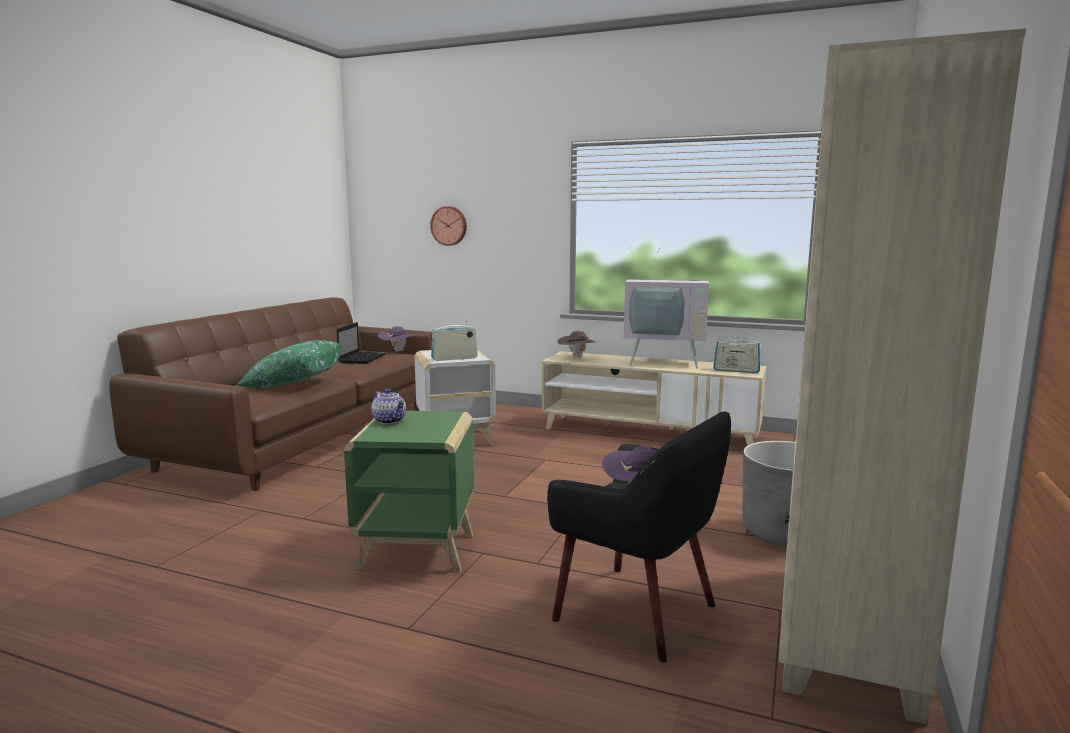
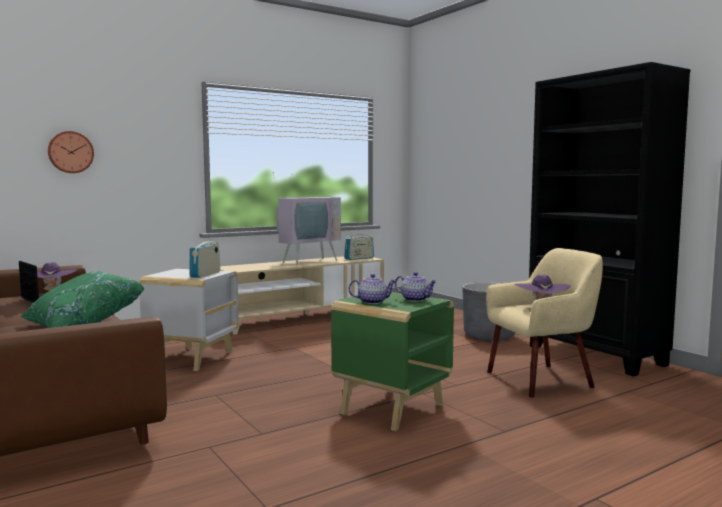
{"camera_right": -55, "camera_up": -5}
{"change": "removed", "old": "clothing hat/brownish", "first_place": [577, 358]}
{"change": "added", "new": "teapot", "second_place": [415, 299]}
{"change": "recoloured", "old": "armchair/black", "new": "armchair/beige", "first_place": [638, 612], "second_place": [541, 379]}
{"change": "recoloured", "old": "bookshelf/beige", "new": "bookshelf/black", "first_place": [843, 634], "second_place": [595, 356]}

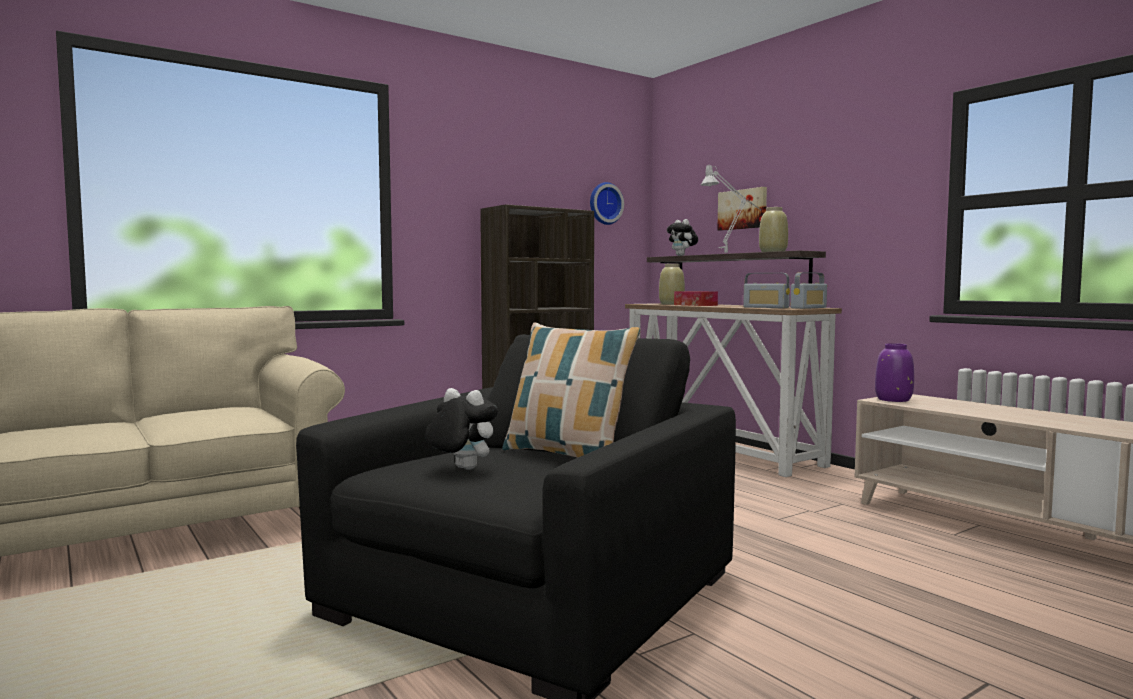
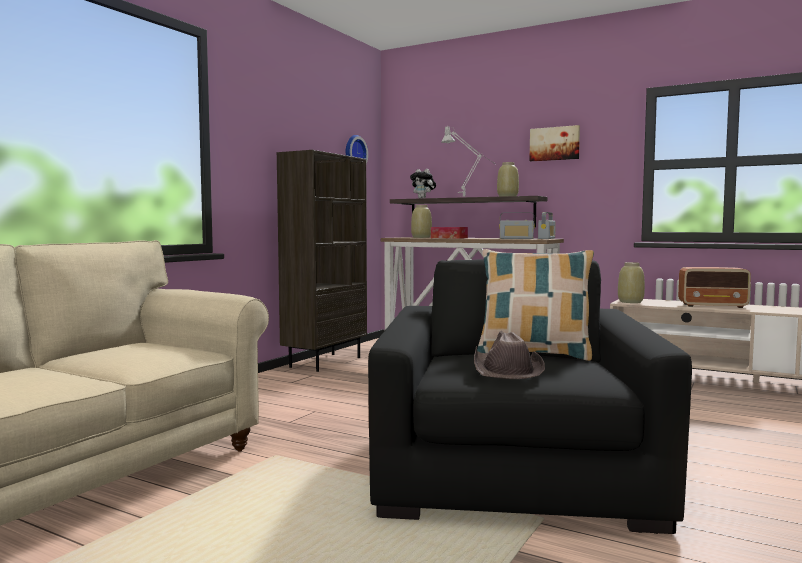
{"camera_right": -25, "camera_up": 0}
{"change": "added", "new": "radio", "second_place": [713, 306]}
{"change": "moved", "old": "wall art", "first_place": [743, 209], "second_place": [554, 144]}
{"change": "replaced", "old": "cuddly toy", "new": "clothing hat/brownish", "first_place": [461, 469], "second_place": [506, 369]}
{"change": "recoloured", "old": "vase/purple", "new": "vase/beige", "first_place": [893, 399], "second_place": [630, 302]}

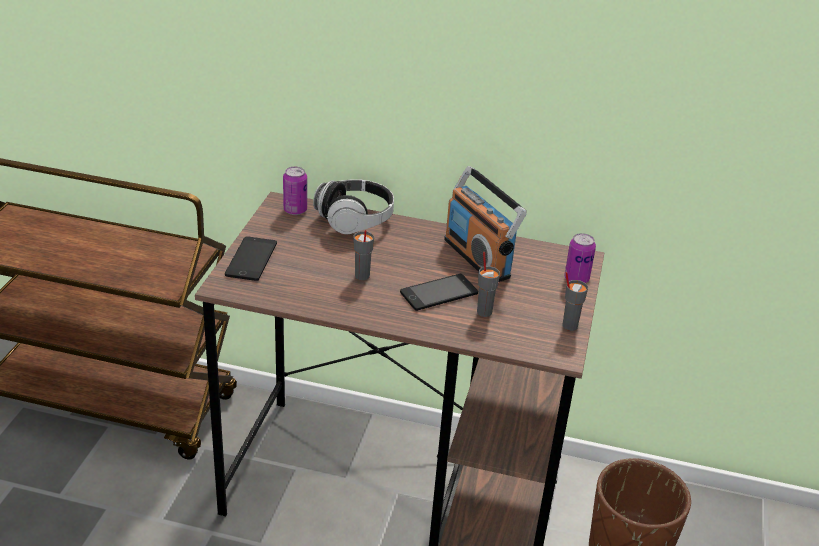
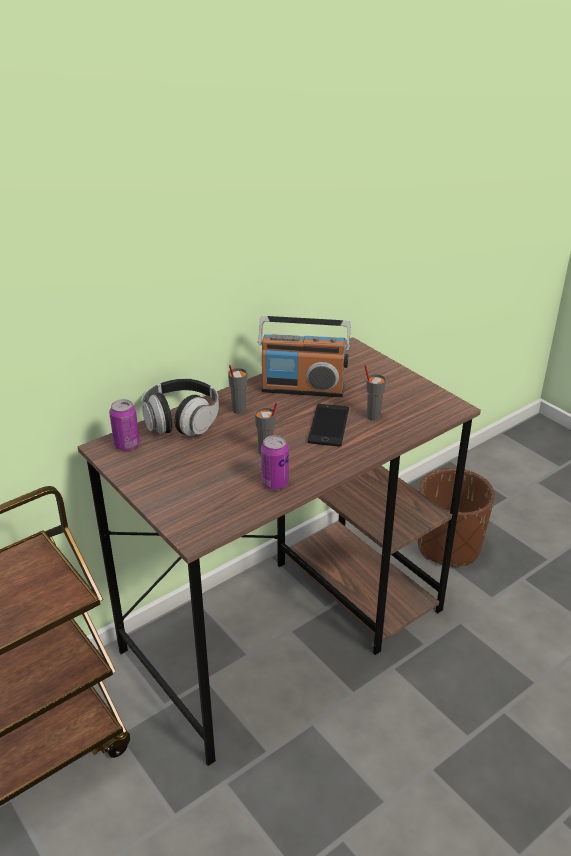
{"camera_right": -50, "camera_up": 0}
{"change": "removed", "old": "telephone", "first_place": [251, 259]}
{"change": "moved", "old": "cup/greyish", "first_place": [569, 325], "second_place": [238, 410]}
{"change": "moved", "old": "sealed can", "first_place": [576, 279], "second_place": [275, 483]}

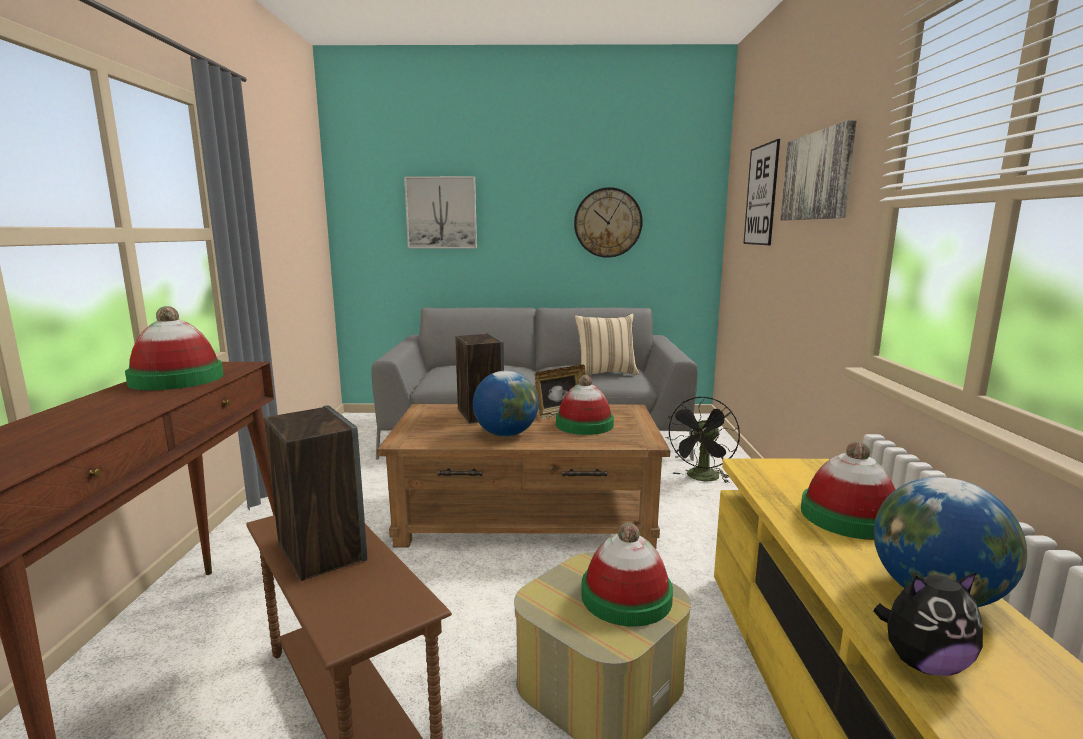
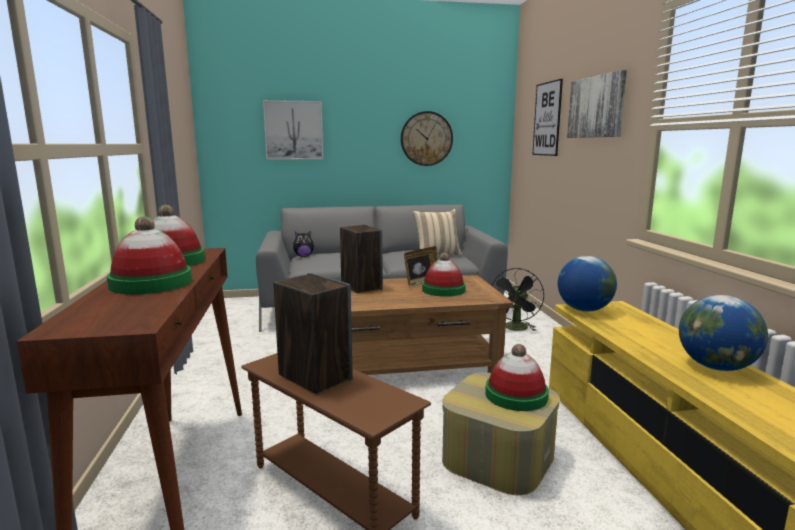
{"camera_right": -10, "camera_up": 0}
{"change": "moved", "old": "world globe", "first_place": [506, 434], "second_place": [584, 310]}
{"change": "moved", "old": "clothing hat", "first_place": [849, 516], "second_place": [151, 283]}
{"change": "moved", "old": "cuddly toy", "first_place": [923, 663], "second_place": [303, 256]}

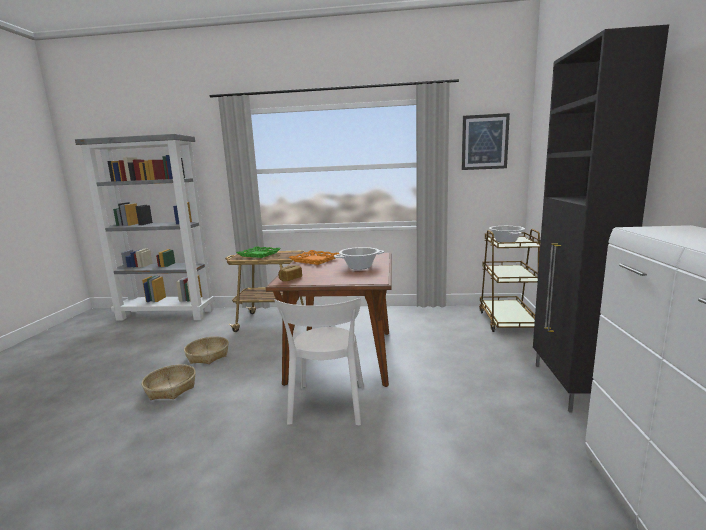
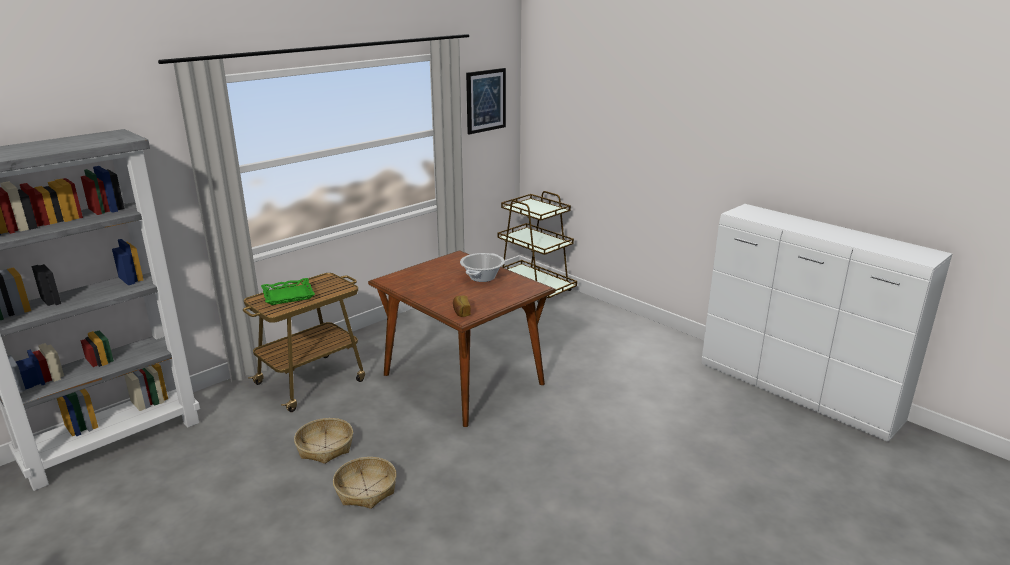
{"camera_right": -50, "camera_up": 10}
{"change": "removed", "old": "chair/white-coloured", "first_place": [327, 406]}
{"change": "removed", "old": "serving tray/orangey", "first_place": [314, 260]}
{"change": "removed", "old": "cooking pot", "first_place": [506, 241]}
{"change": "removed", "old": "storage cabinet/black", "first_place": [569, 387]}

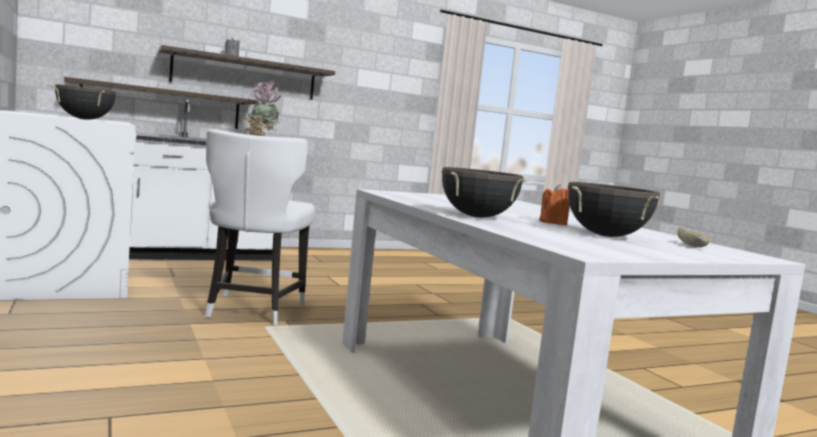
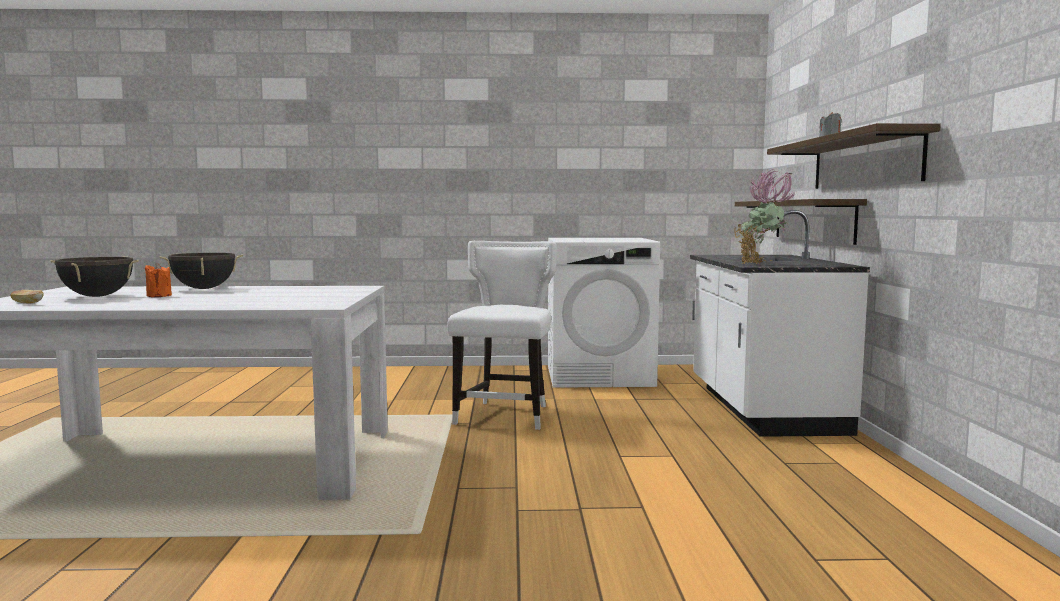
{"camera_right": 115, "camera_up": 0}
{"change": "removed", "old": "cooking pot/black", "first_place": [85, 119]}
{"change": "turned", "old": "chair/white-coloured", "first_place": [252, 310], "second_place": [506, 415], "degrees": 75}

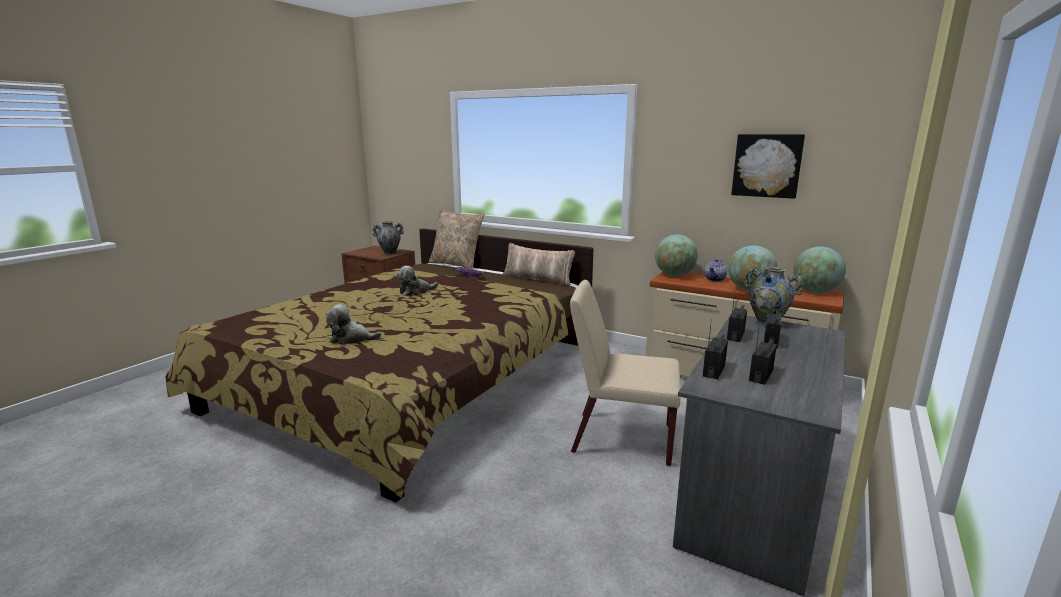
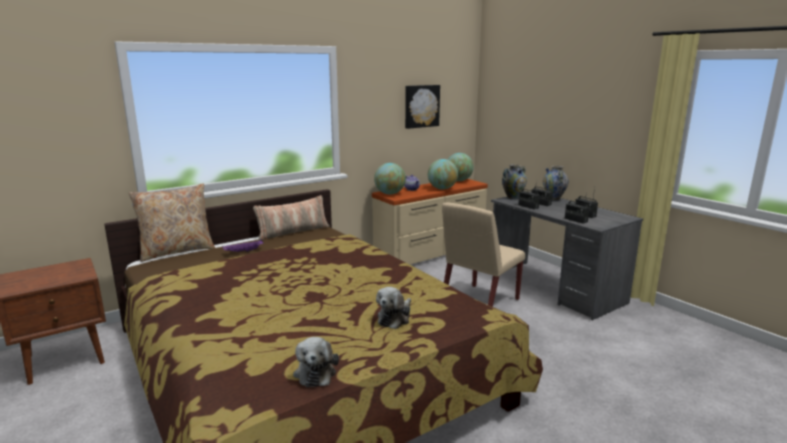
{"camera_right": -65, "camera_up": 0}
{"change": "moved", "old": "vase", "first_place": [389, 253], "second_place": [553, 199]}
{"change": "moved", "old": "cuddly toy", "first_place": [415, 291], "second_place": [315, 372]}

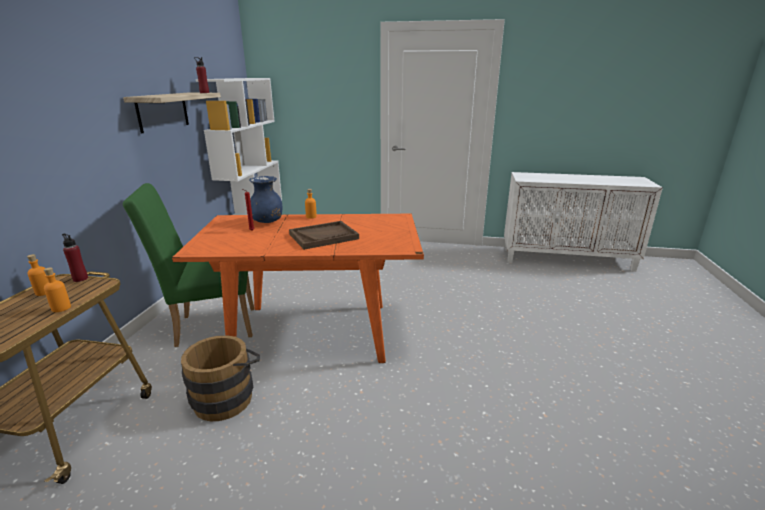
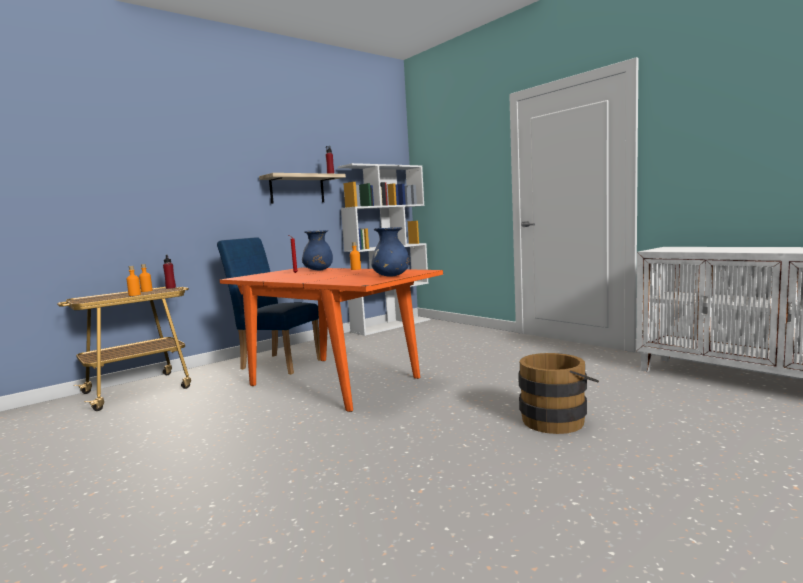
{"camera_right": 40, "camera_up": -15}
{"change": "removed", "old": "serving tray/brownish", "first_place": [324, 236]}
{"change": "added", "new": "vase/blue-coloured", "second_place": [391, 276]}
{"change": "moved", "old": "water bucket/brownish", "first_place": [227, 396], "second_place": [557, 419]}
{"change": "recoloured", "old": "chair/green", "new": "chair/blue-coloured", "first_place": [209, 326], "second_place": [277, 363]}

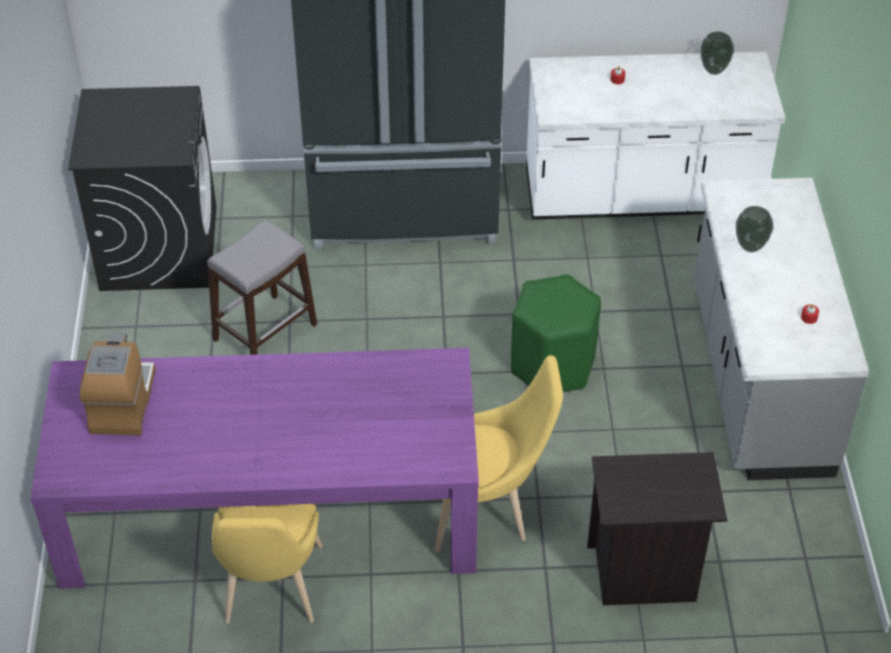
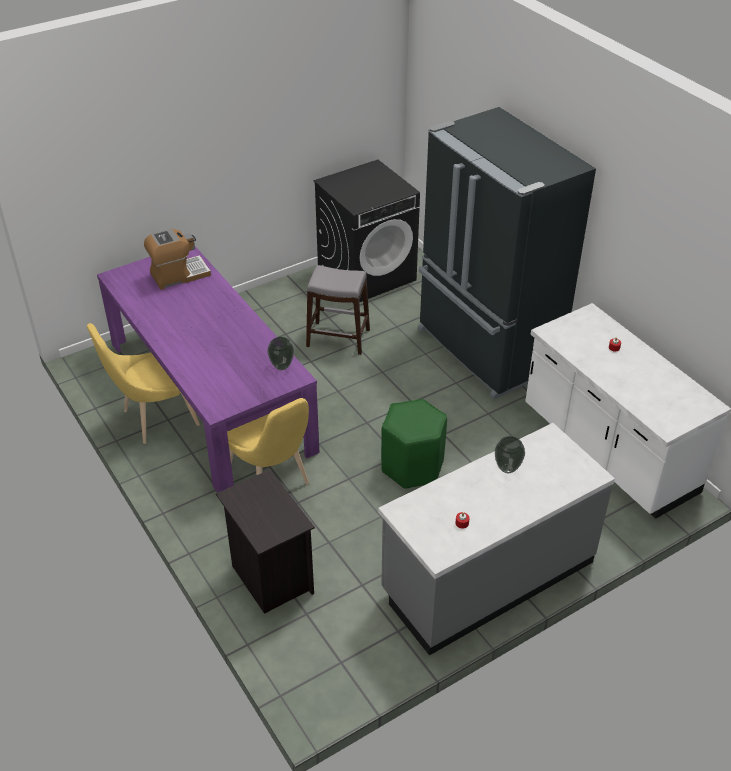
{"camera_right": 60, "camera_up": -5}
{"change": "moved", "old": "vase", "first_place": [714, 70], "second_place": [282, 367]}

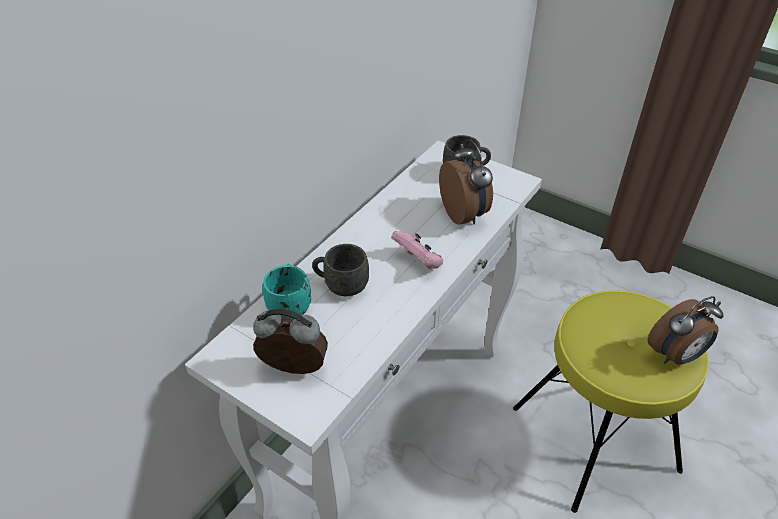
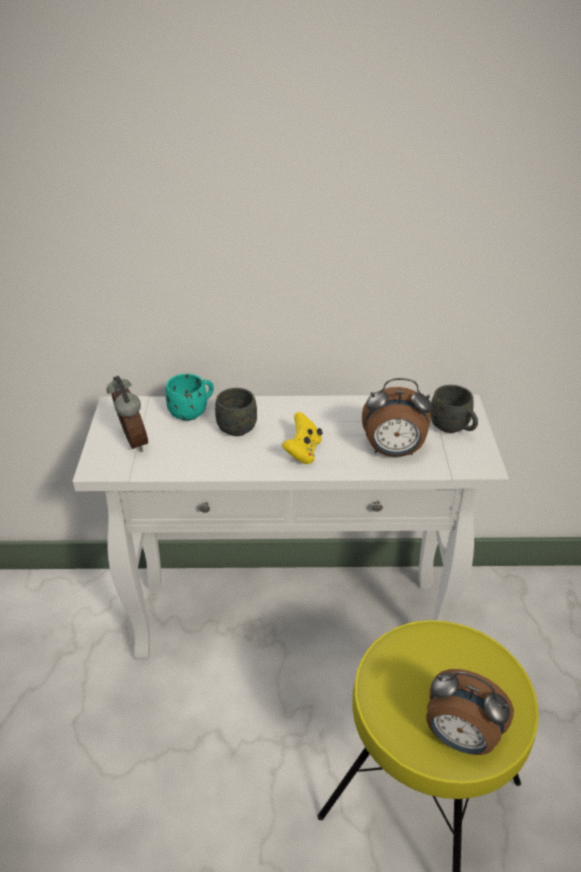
{"camera_right": 55, "camera_up": -5}
{"change": "recoloured", "old": "game controller/pink-coloured", "new": "game controller/yellow-coloured", "first_place": [418, 262], "second_place": [303, 451]}
{"change": "turned", "old": "table clock", "first_place": [465, 214], "second_place": [393, 452], "degrees": 60}

